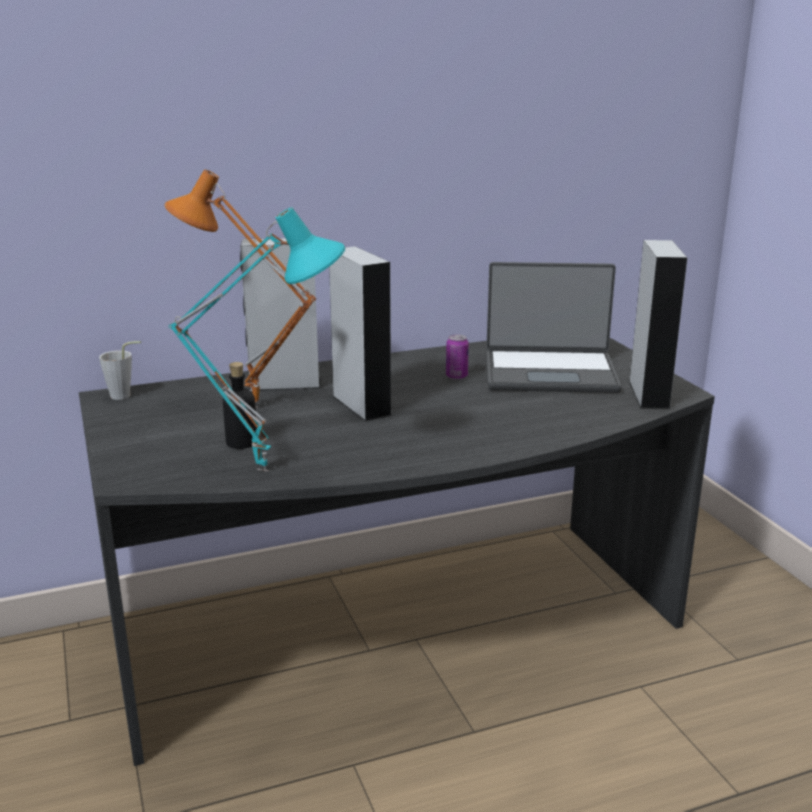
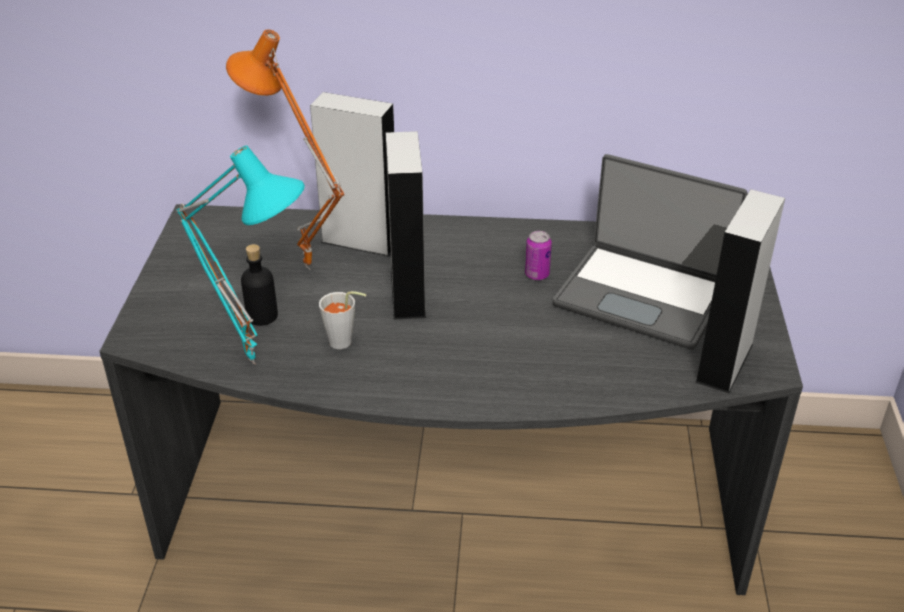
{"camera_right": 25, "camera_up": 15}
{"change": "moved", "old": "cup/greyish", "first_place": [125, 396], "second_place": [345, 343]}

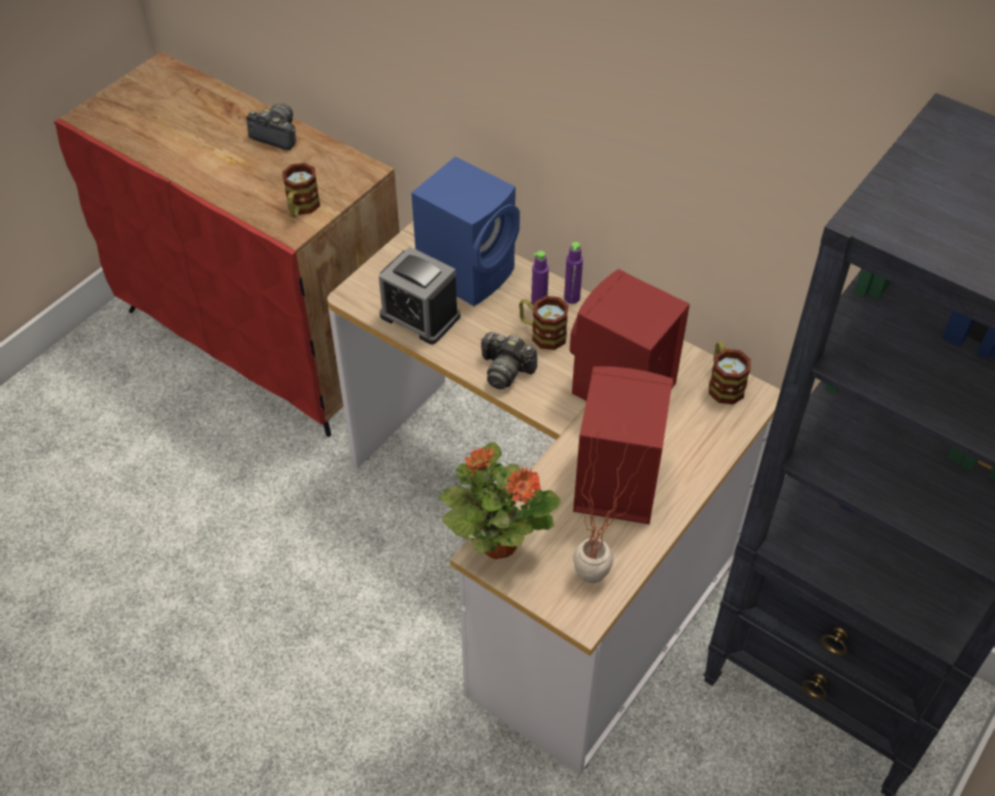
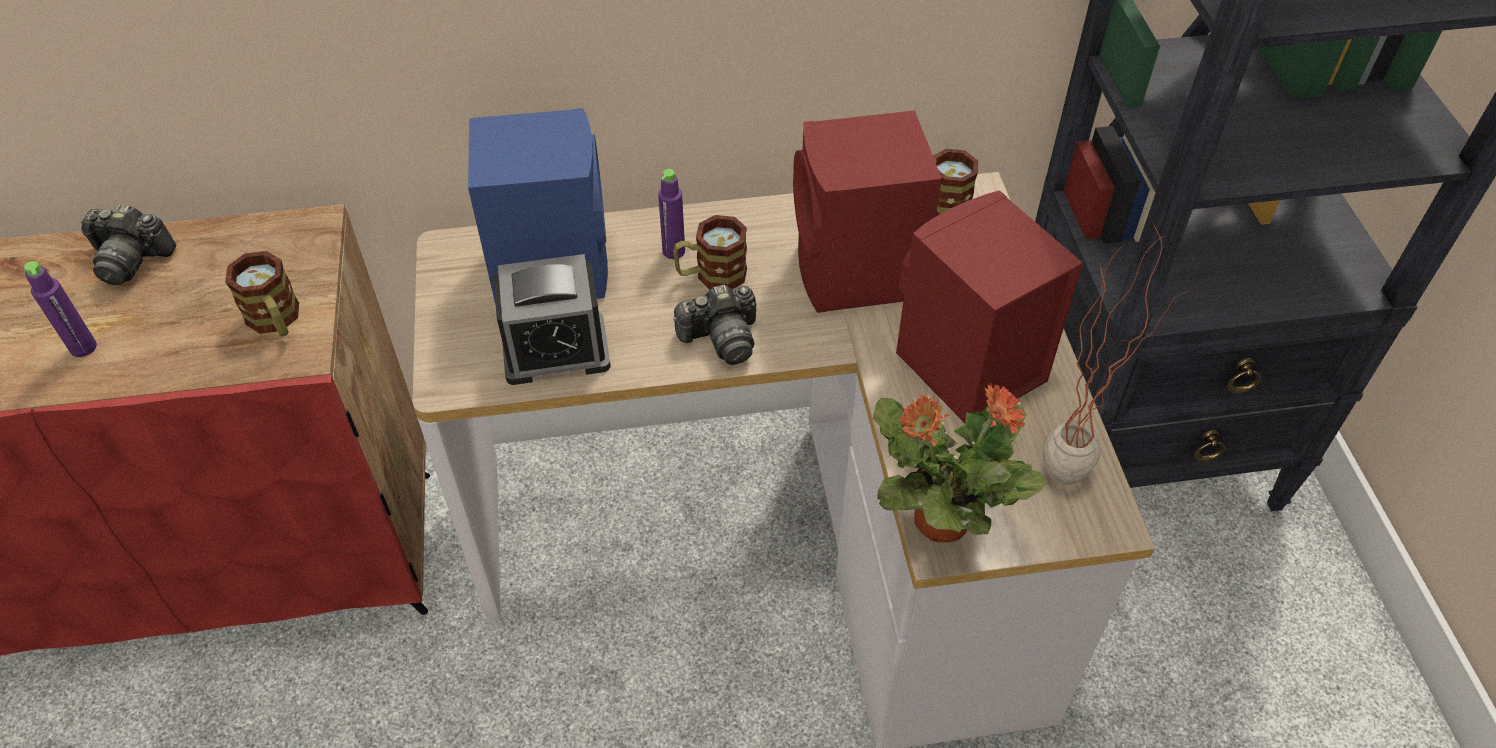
{"camera_right": -45, "camera_up": 0}
{"change": "moved", "old": "bottle/purple", "first_place": [572, 298], "second_place": [83, 347]}
{"change": "turned", "old": "still camera", "first_place": [276, 135], "second_place": [131, 259], "degrees": -150}

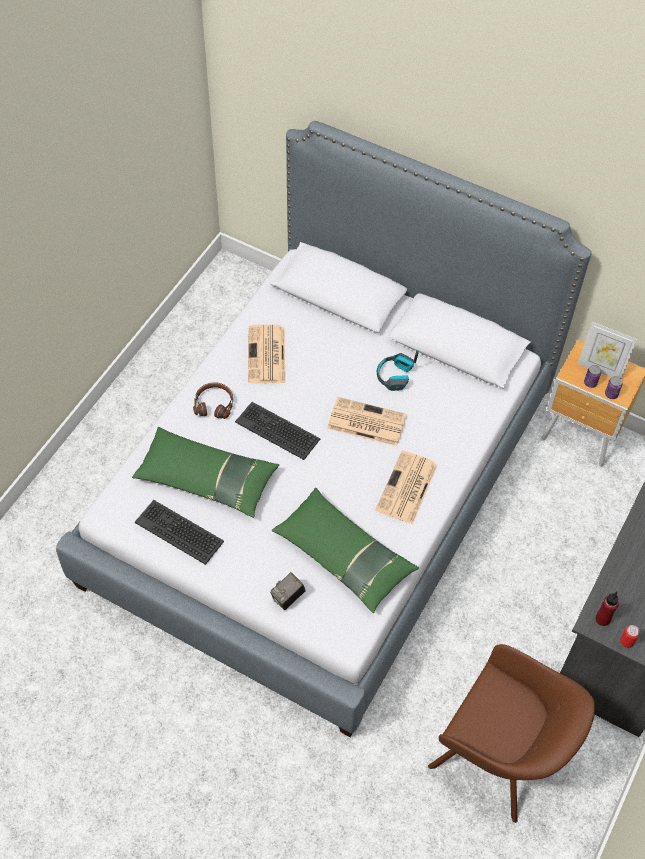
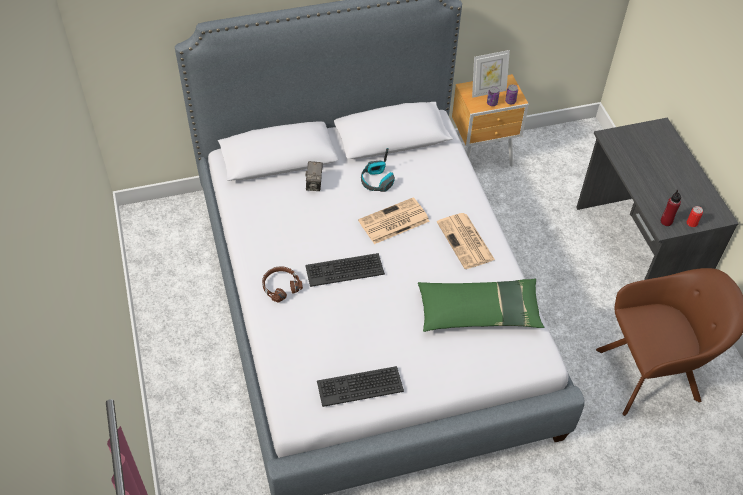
{"camera_right": -45, "camera_up": -5}
{"change": "removed", "old": "cushion/green", "first_place": [206, 478]}
{"change": "removed", "old": "newspaper", "first_place": [267, 356]}
{"change": "moved", "old": "still camera", "first_place": [288, 598], "second_place": [314, 184]}

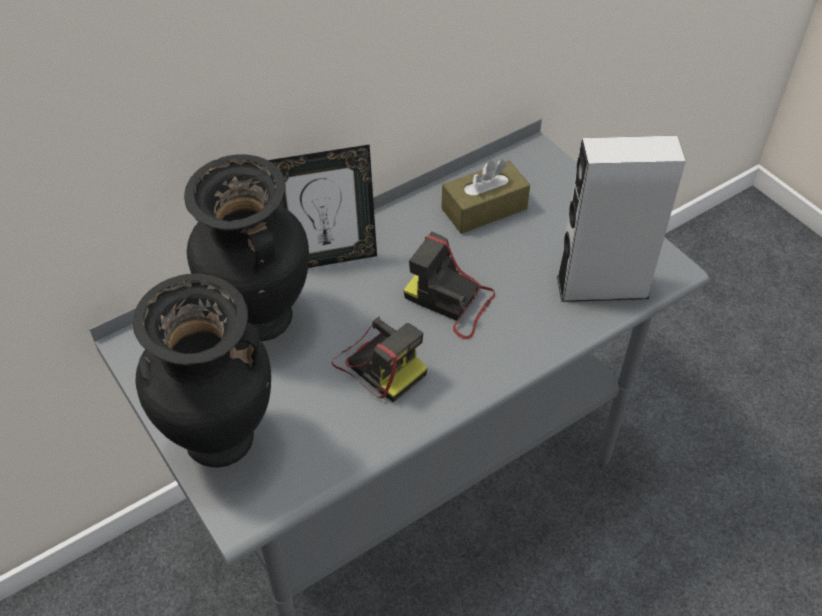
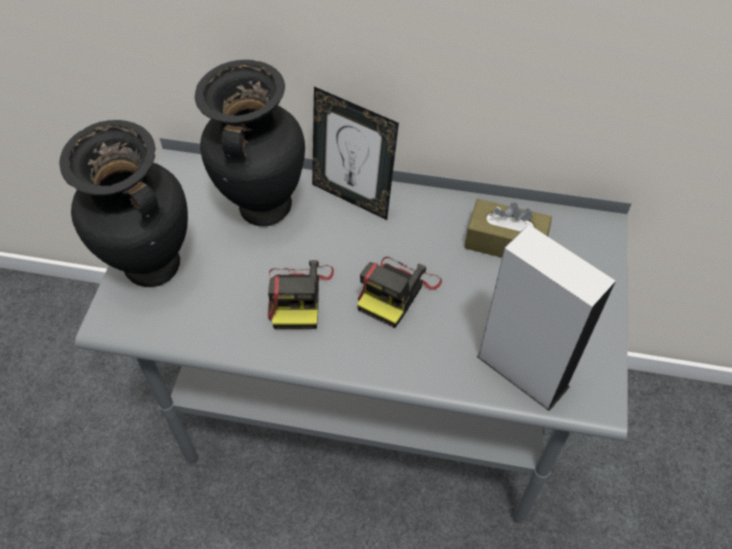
{"camera_right": 45, "camera_up": 5}
{"change": "turned", "old": "still camera", "first_place": [451, 301], "second_place": [397, 291], "degrees": -135}

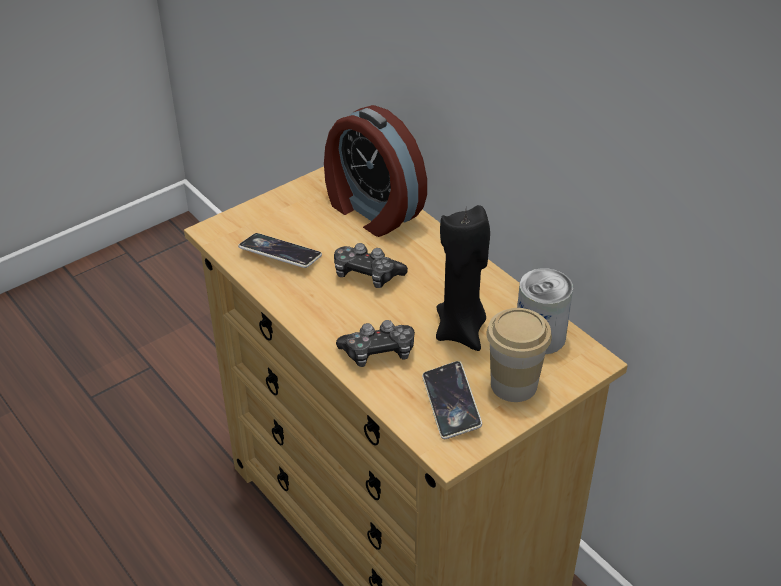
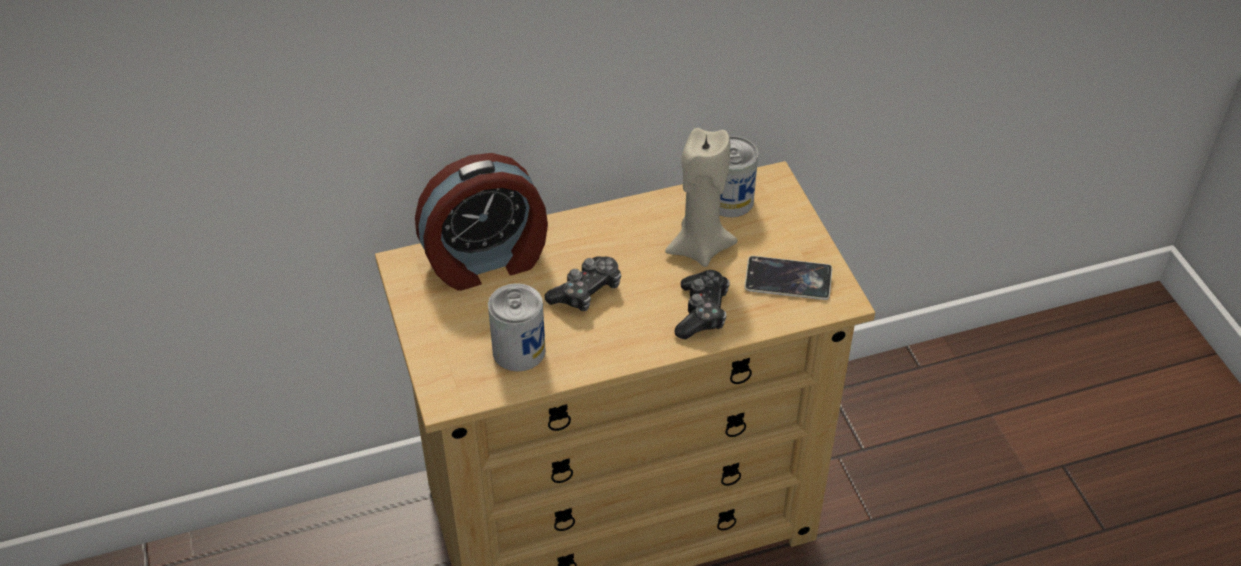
{"camera_right": -70, "camera_up": 5}
{"change": "removed", "old": "cup", "first_place": [513, 384]}
{"change": "replaced", "old": "telephone", "new": "sealed can", "first_place": [280, 254], "second_place": [519, 350]}
{"change": "recoloured", "old": "candle/black", "new": "candle/beige", "first_place": [461, 331], "second_place": [699, 248]}

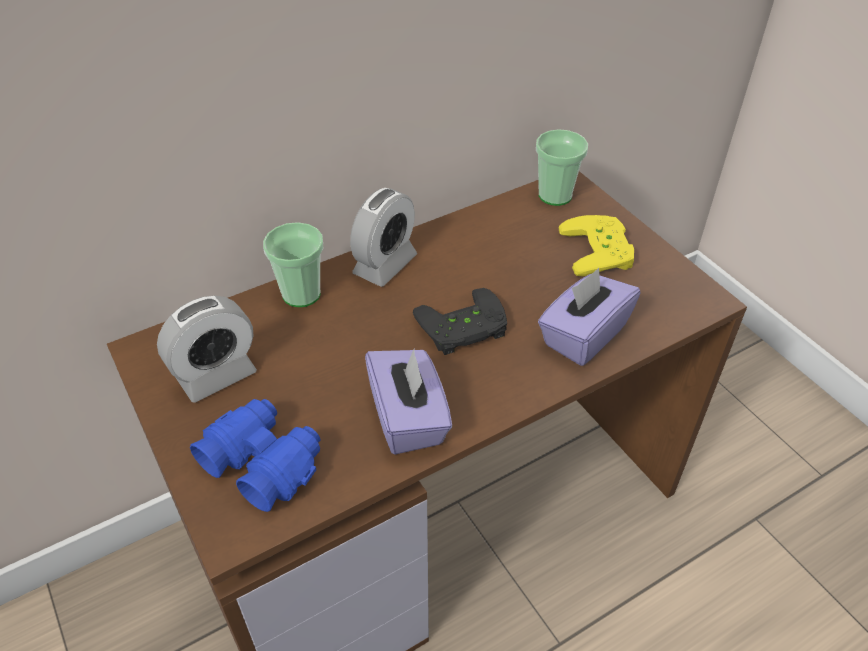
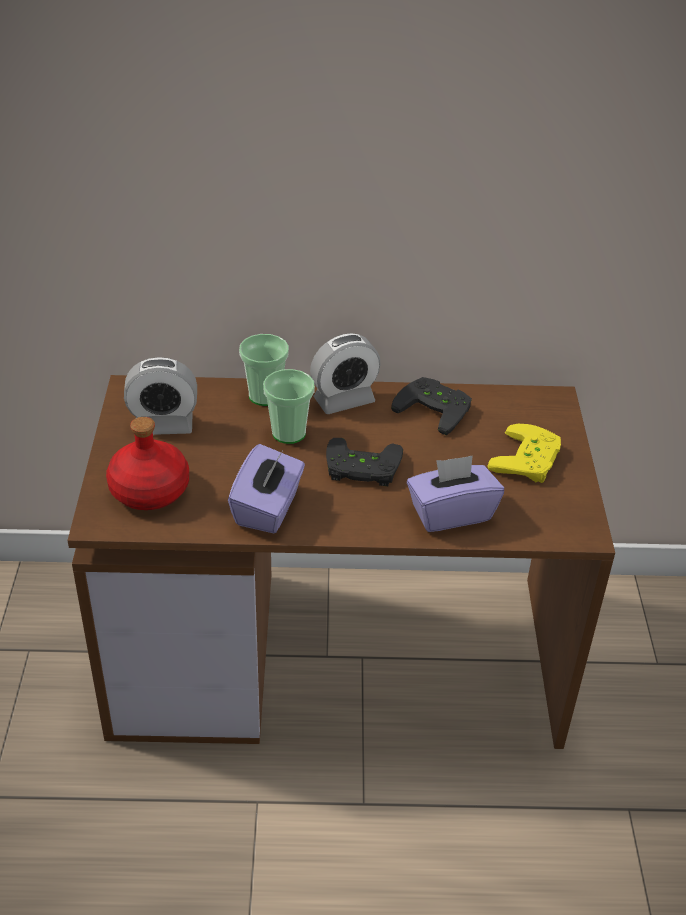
{"camera_right": 30, "camera_up": -5}
{"change": "added", "new": "game controller/black", "second_place": [436, 408]}
{"change": "moved", "old": "cup", "first_place": [555, 195], "second_place": [289, 433]}
{"change": "replaced", "old": "binoculars/blue-coloured", "new": "bottle/red-coloured", "first_place": [263, 462], "second_place": [150, 490]}

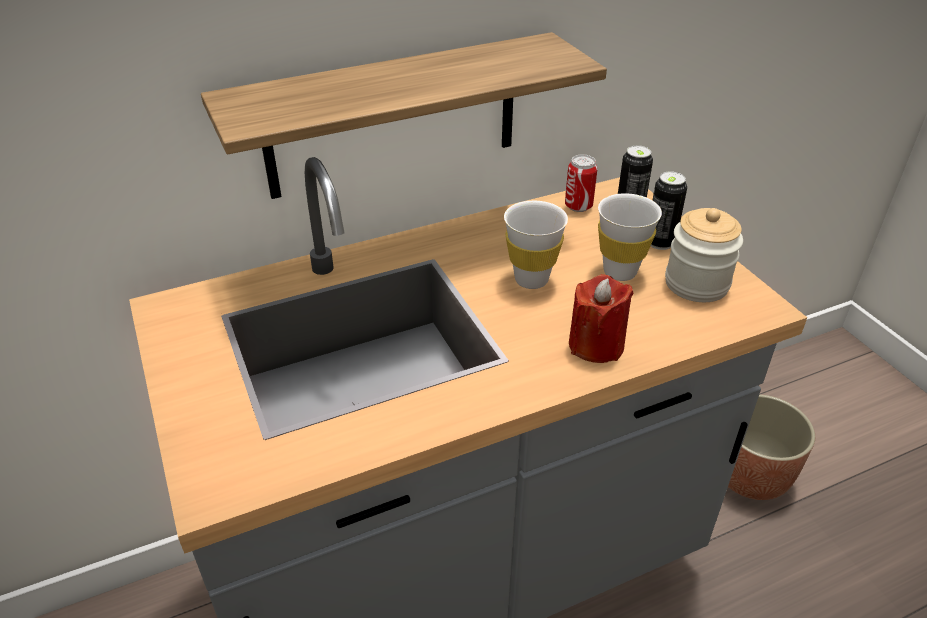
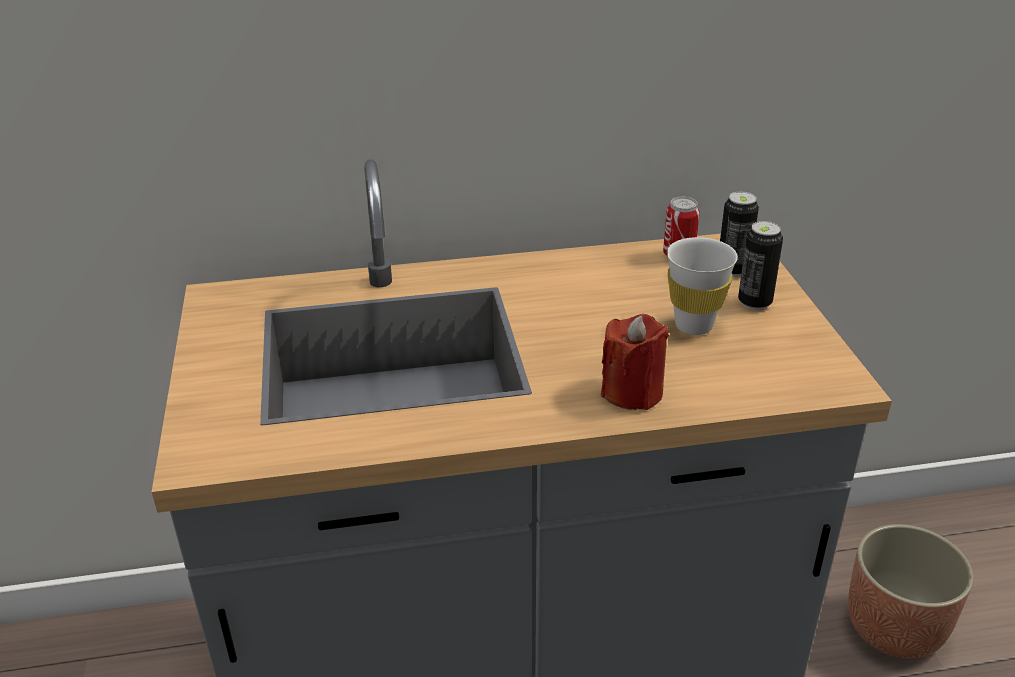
{"camera_right": 15, "camera_up": -5}
{"change": "removed", "old": "bracket shelf", "first_place": [393, 117]}
{"change": "removed", "old": "cup/white-coloured", "first_place": [531, 279]}
{"change": "removed", "old": "jar", "first_place": [696, 284]}

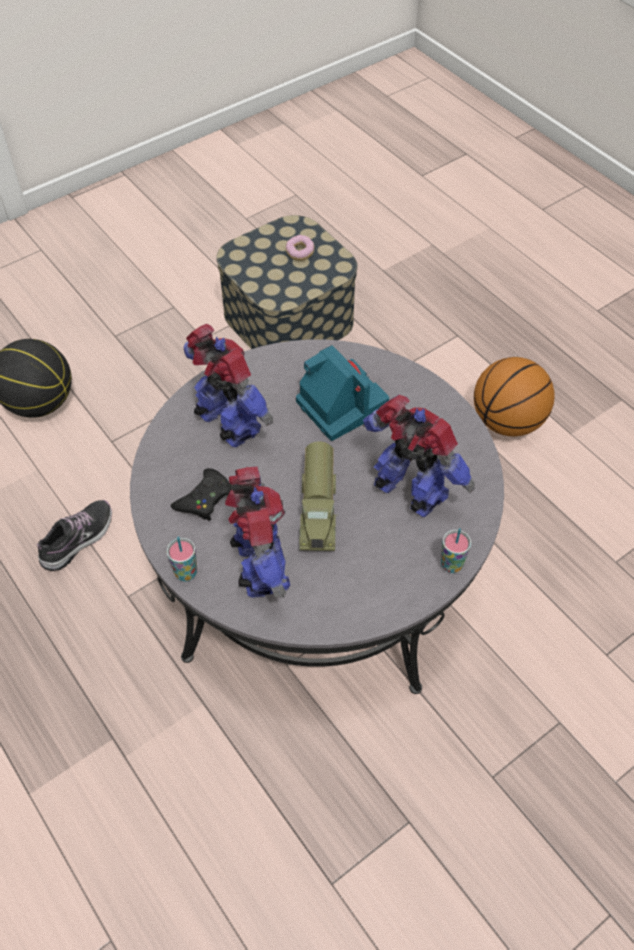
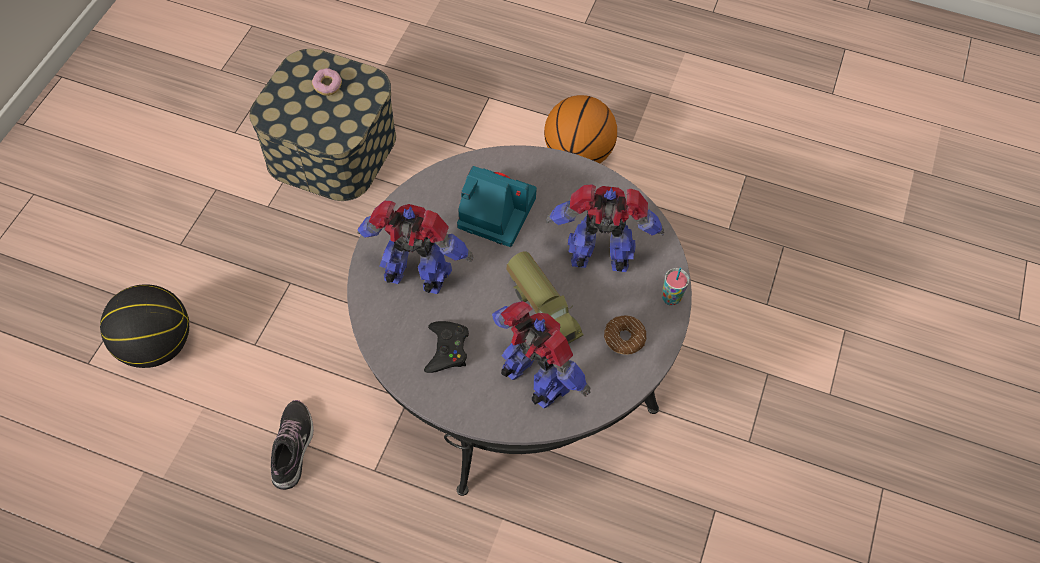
{"camera_right": -35, "camera_up": 5}
{"change": "removed", "old": "cup", "first_place": [186, 573]}
{"change": "added", "new": "ring doughnut", "second_place": [624, 338]}

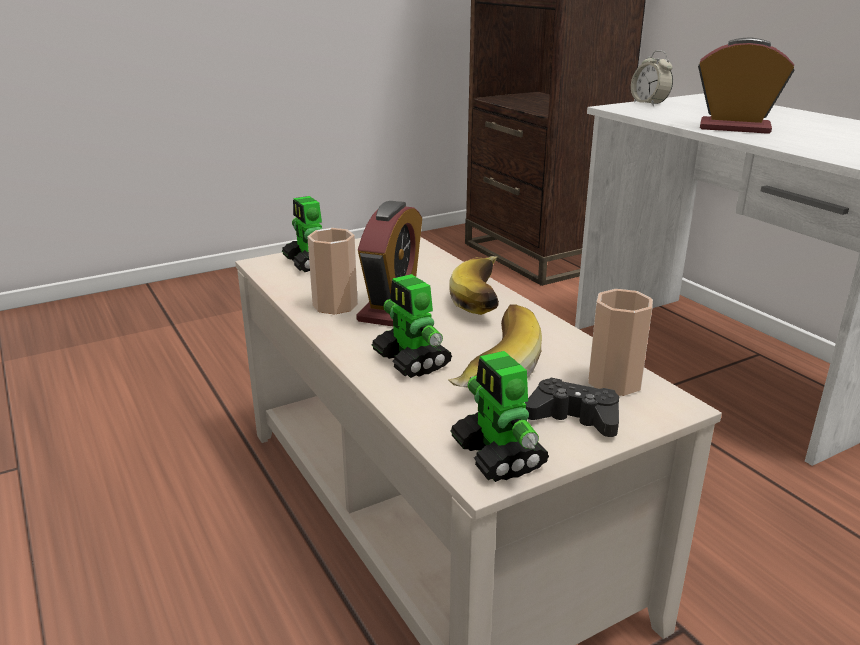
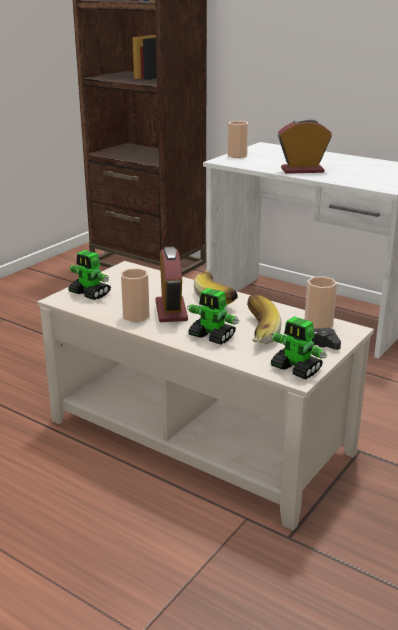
{"camera_right": -25, "camera_up": 0}
{"change": "replaced", "old": "table clock", "new": "cup", "first_place": [649, 104], "second_place": [237, 155]}

